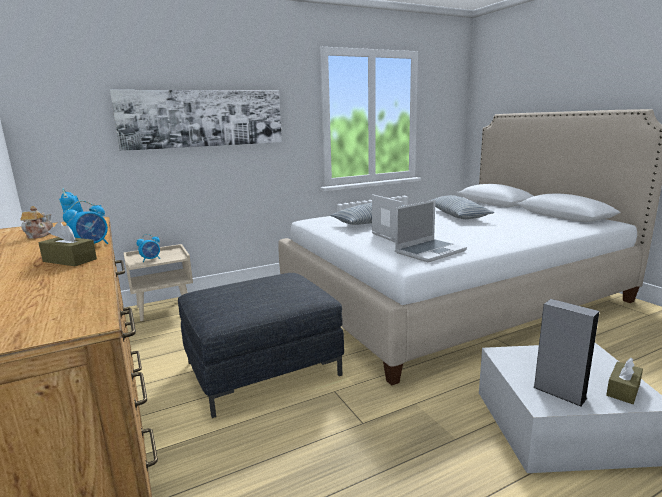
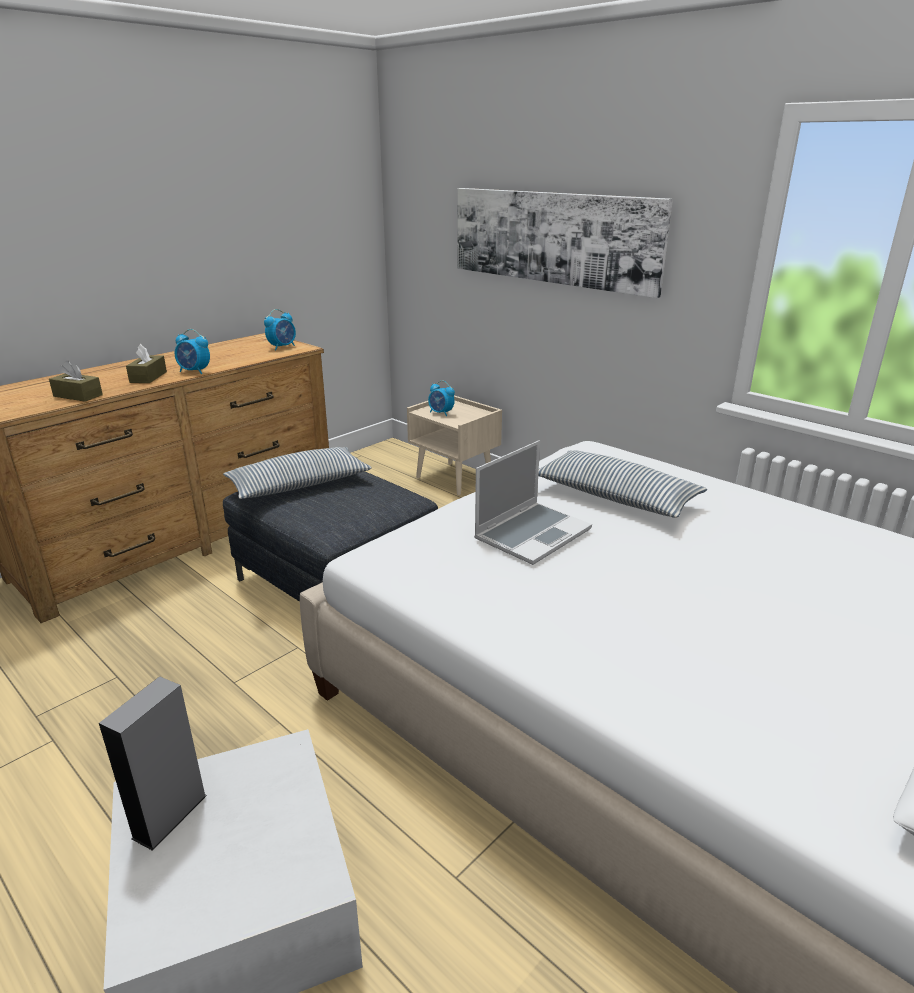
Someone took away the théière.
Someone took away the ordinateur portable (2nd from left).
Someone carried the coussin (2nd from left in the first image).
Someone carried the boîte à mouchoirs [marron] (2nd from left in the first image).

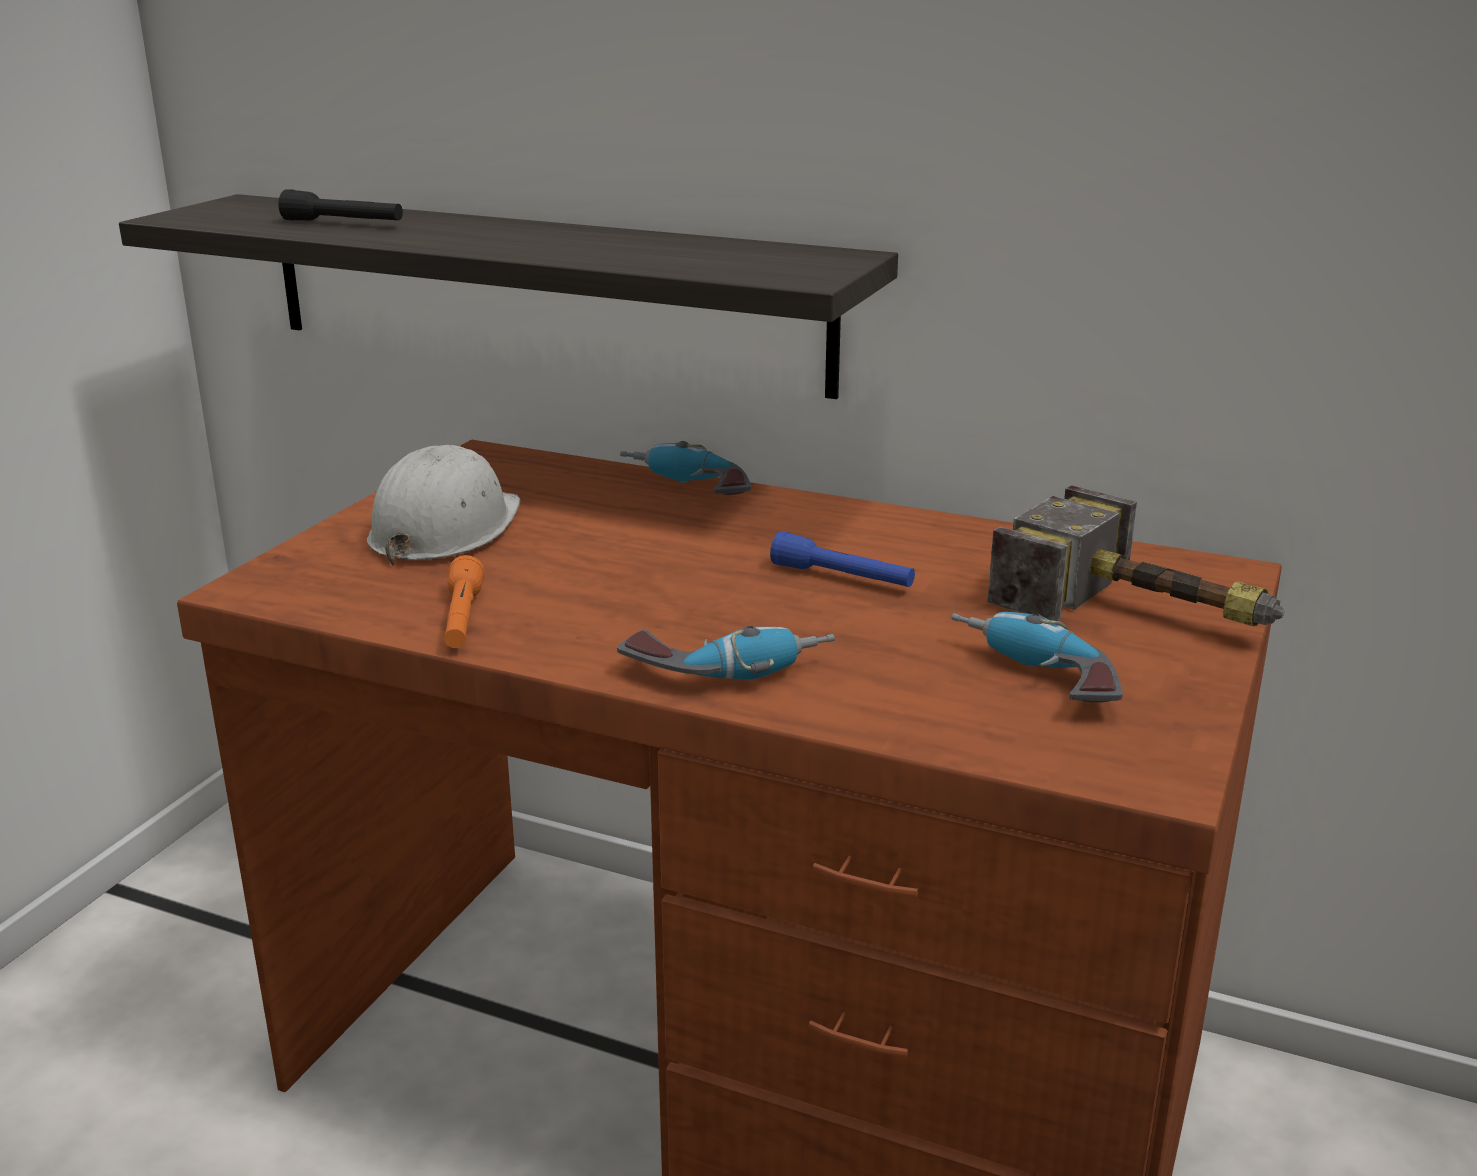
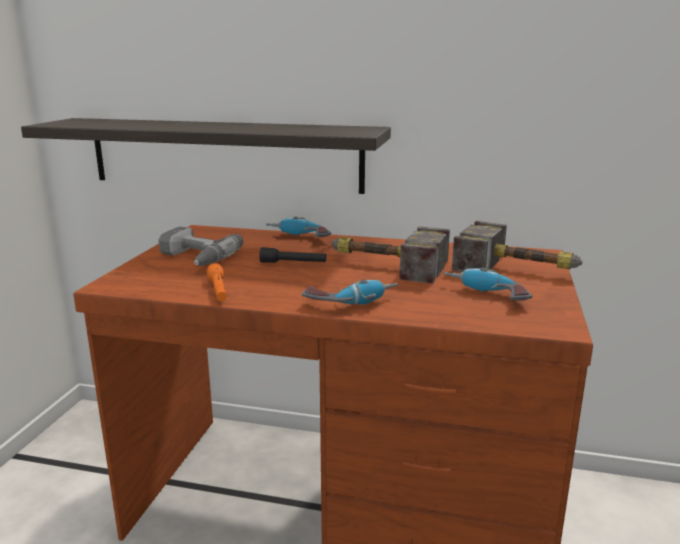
Someone carried the lampe de poche [noir].
Someone swapped the casque de chantier [blanc] for the perceuse (1st from left).
Someone swapped the lampe de poche [bleu] for the marteau (1st from left).

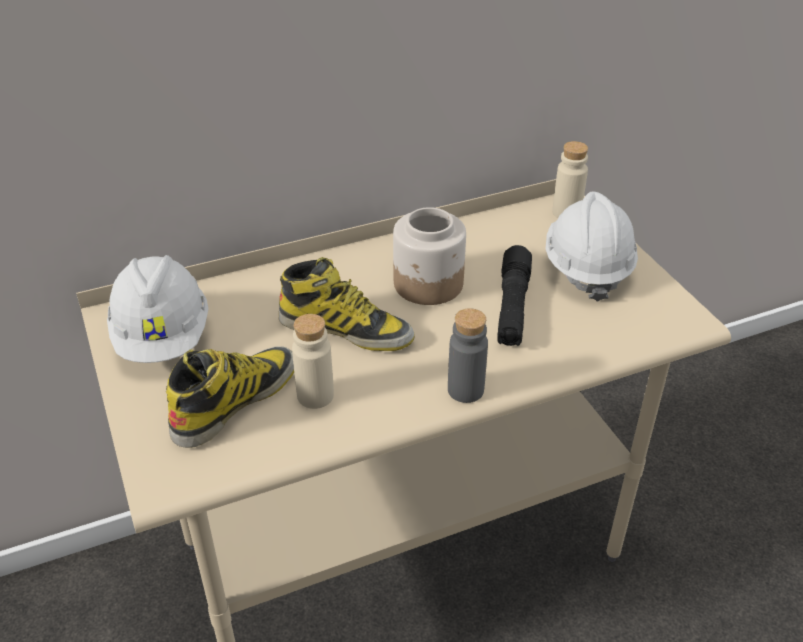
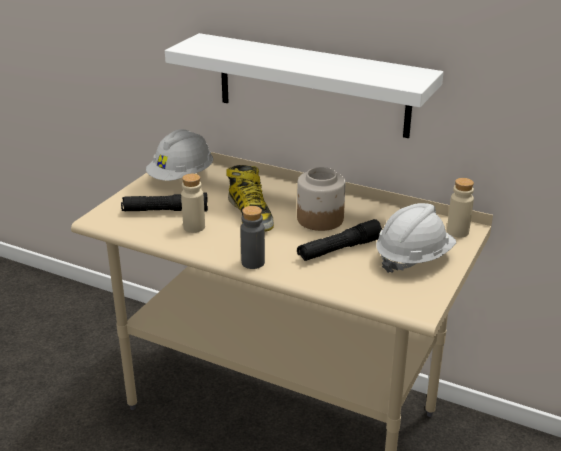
Someone put up the étagère [blanc].
Someone swapped the botte (1st from left) for the lampe de poche [noir] (1st from left).

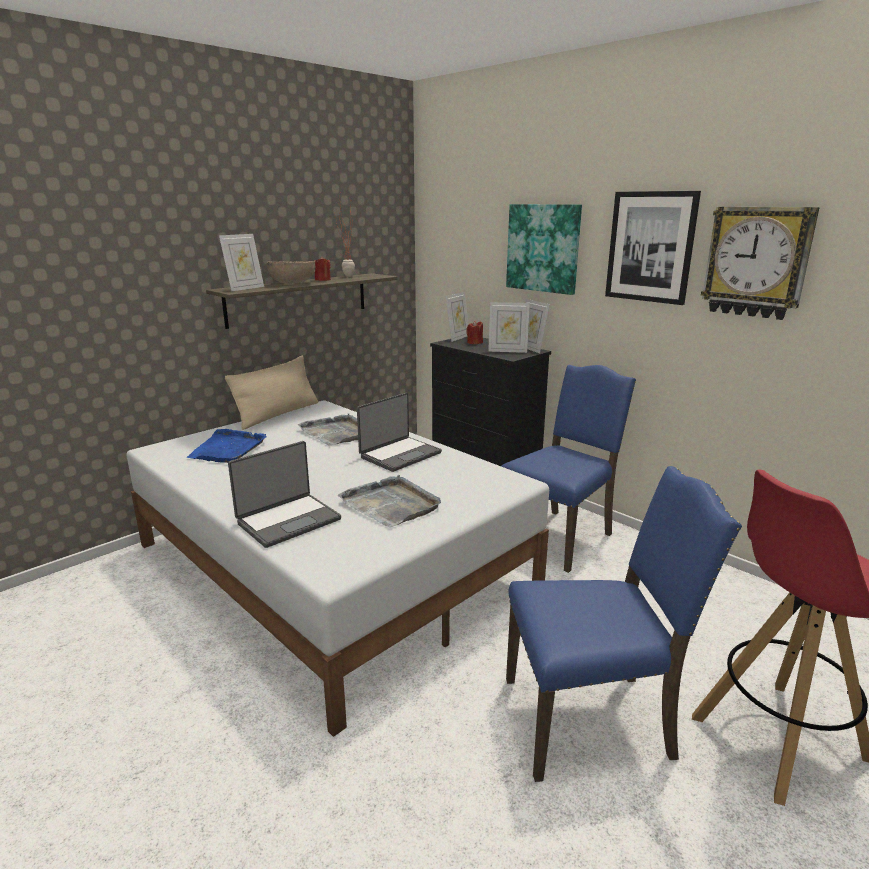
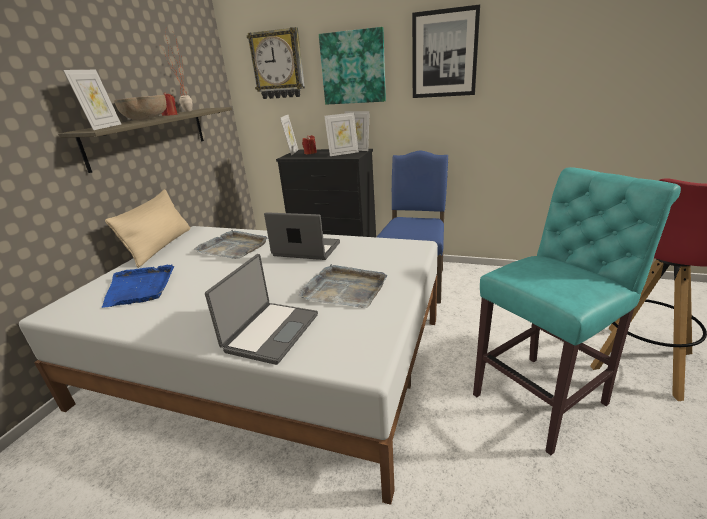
Someone carried the horloge murale.
Someone swapped the chaise [bleu] (2nd from left) for the tabouret [turquoise].
Someone rotated the ordinateur portable (2nd from left) by 90 degrees counterclockwise.

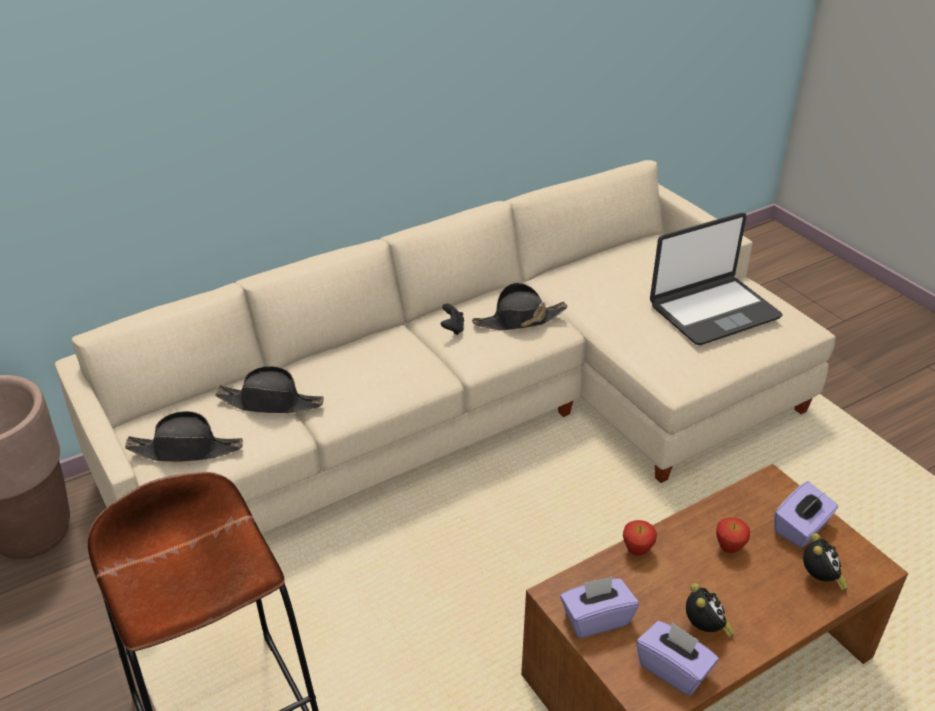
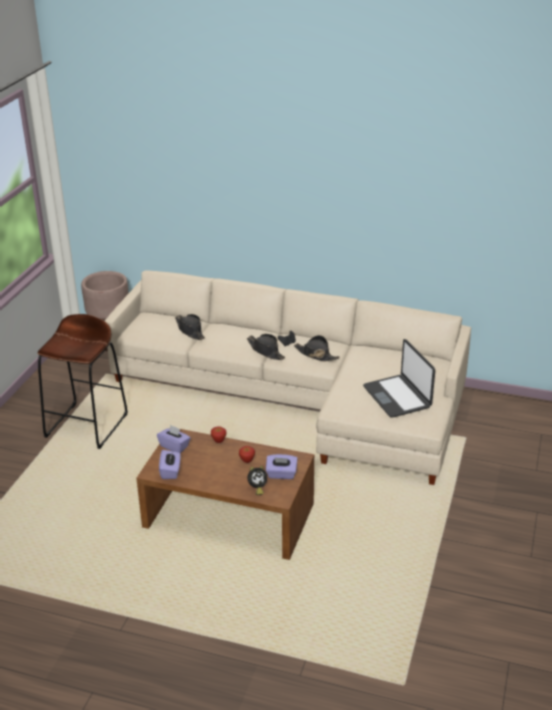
Someone took away the réveil (1st from left).
Someone carried the chapeau [noir] (1st from left in the first image).
Someone rotated the ordinateur portable by 45 degrees clockwise.

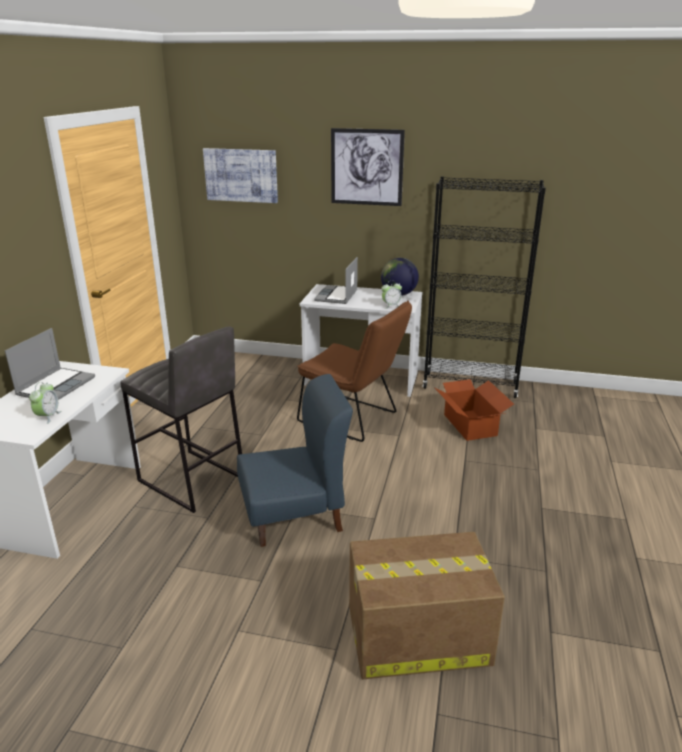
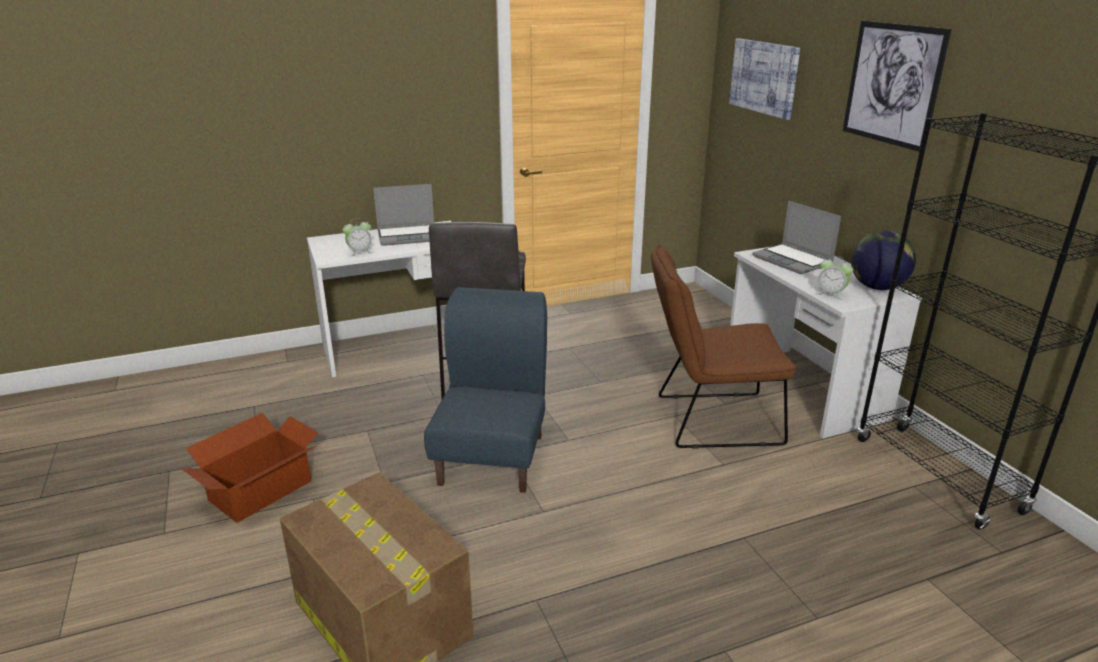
Someone carried the carton (2nd from left in the first image).
Someone rotated the chaise [bleu] by 120 degrees counterclockwise.
Someone rotated the chaise [marron] by 90 degrees clockwise.
Someone rotated the ordinateur portable (2nd from left) by 105 degrees counterclockwise.

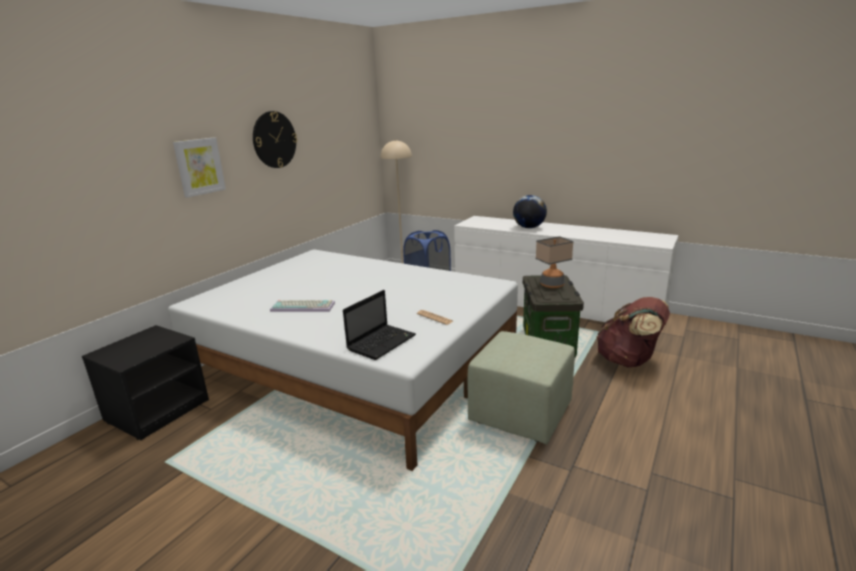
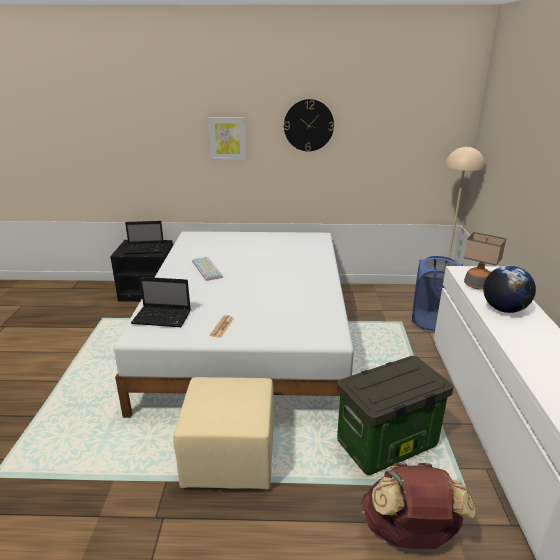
Someone put down the ordinateur portable (1st from left).
Someone carried the lampe de table.
Someone repainted the pouf [vert], which became the pouf [beige].

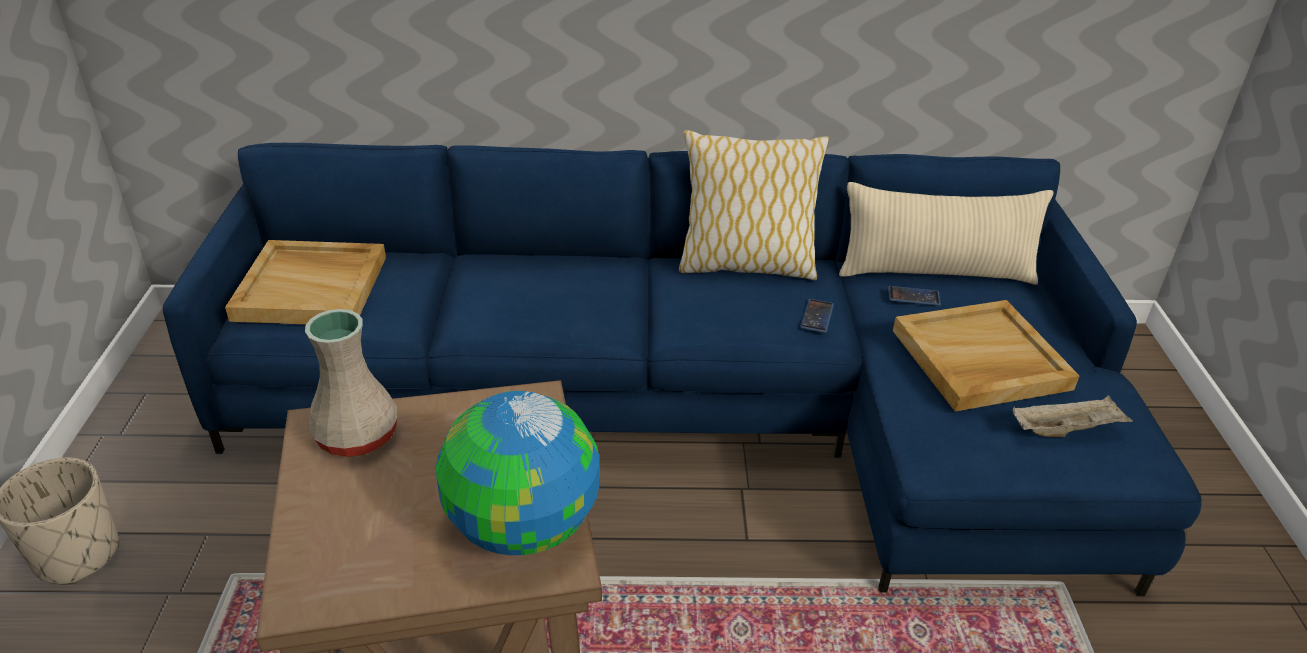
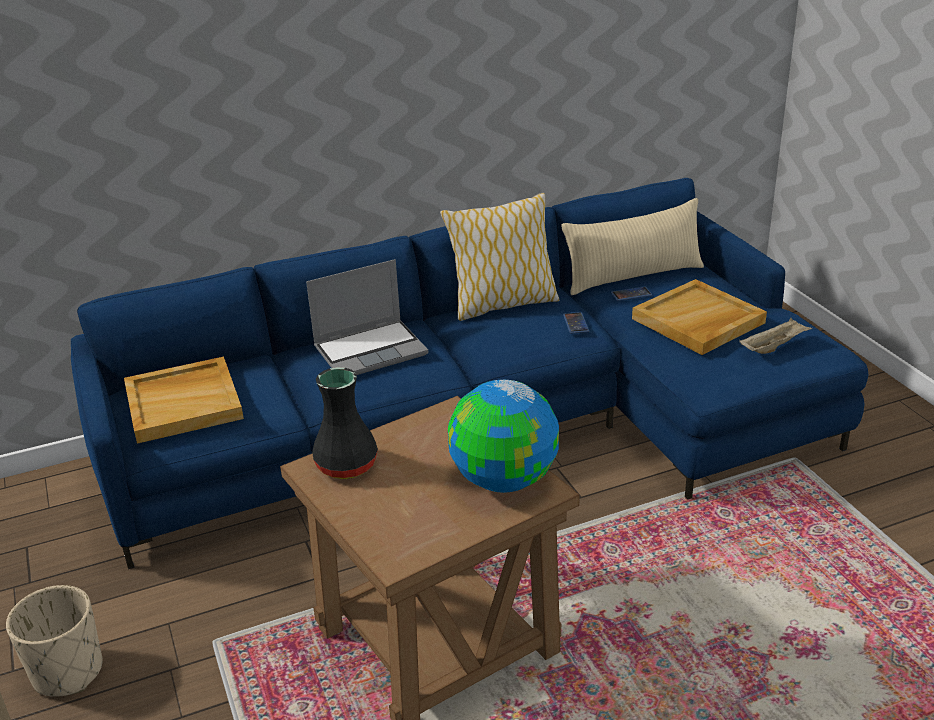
Someone put down the ordinateur portable.
Someone repainted the vase [beige], which became the vase [noir].

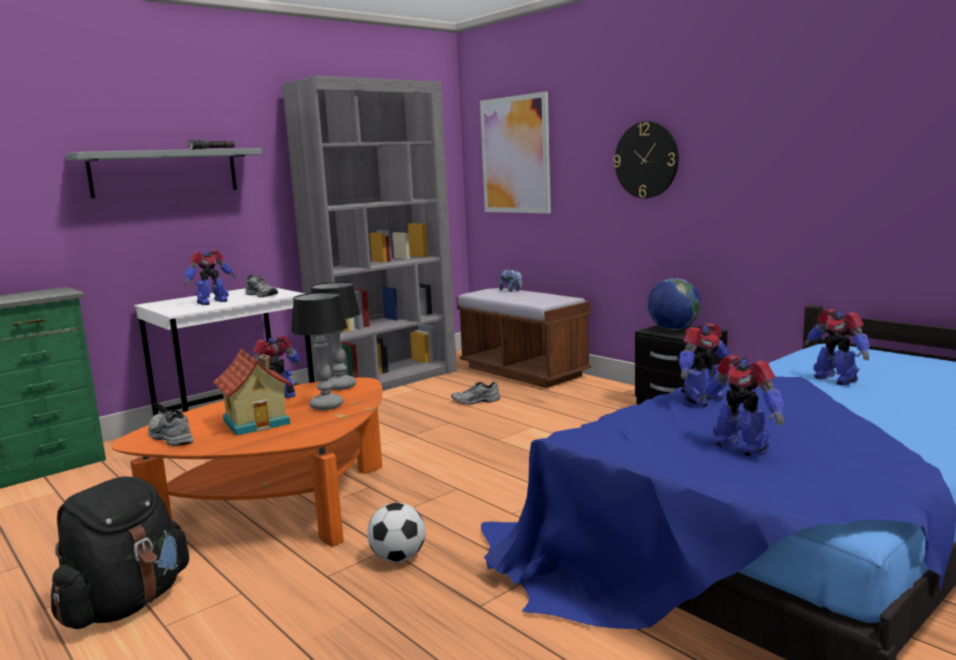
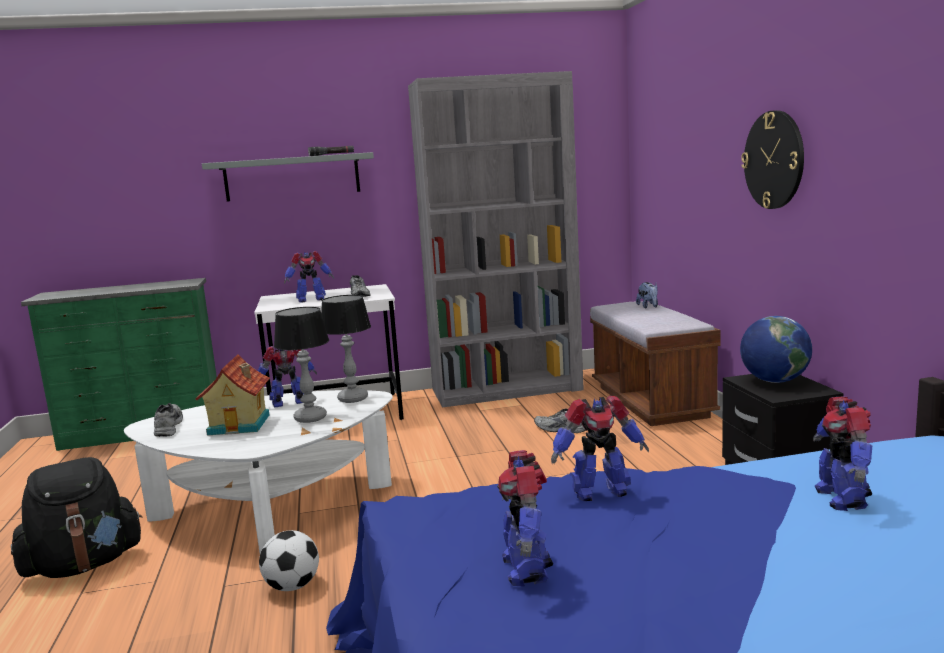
Someone took away the tableau.
Someone repainted the table basse [orange], which became the table basse [blanc].

